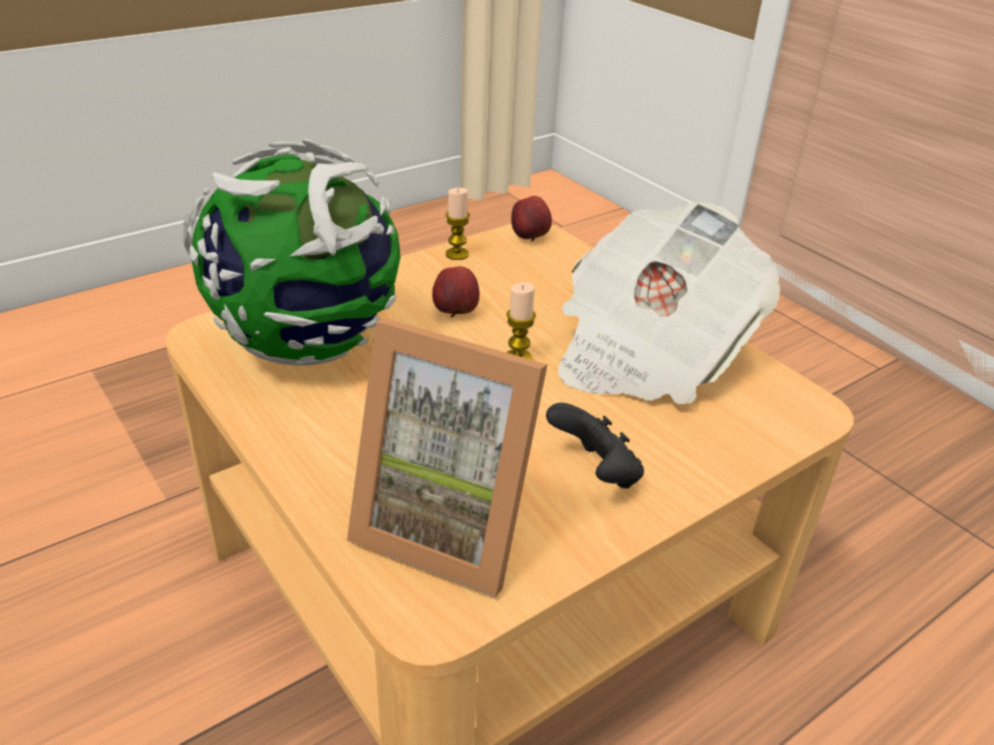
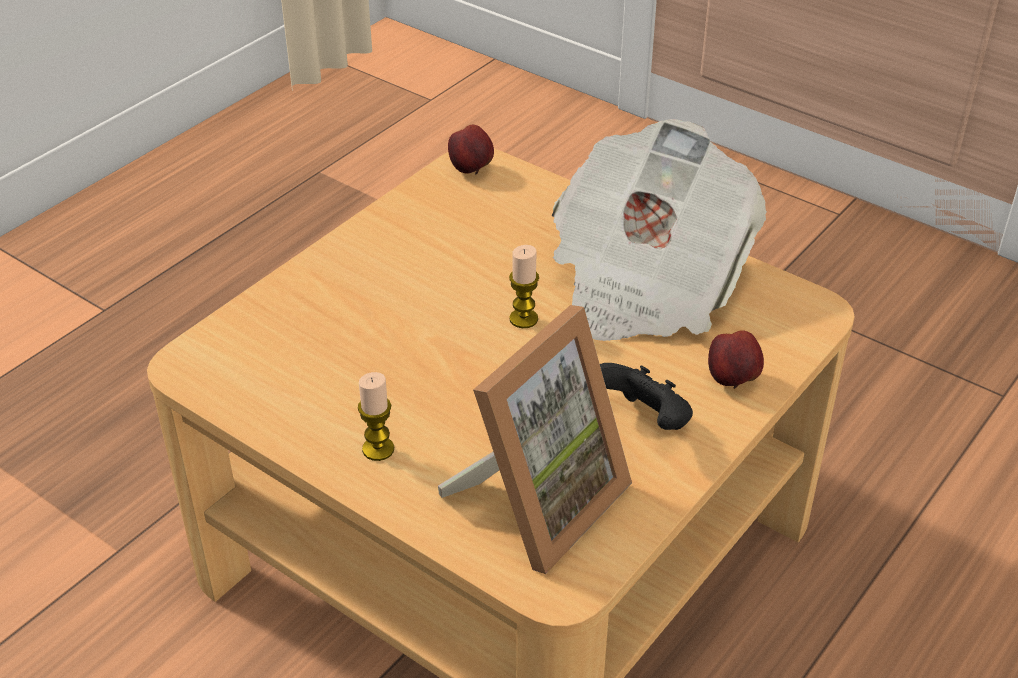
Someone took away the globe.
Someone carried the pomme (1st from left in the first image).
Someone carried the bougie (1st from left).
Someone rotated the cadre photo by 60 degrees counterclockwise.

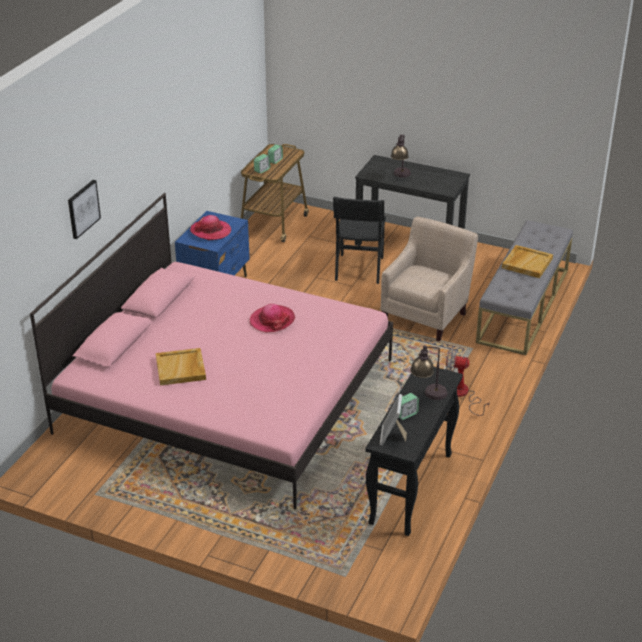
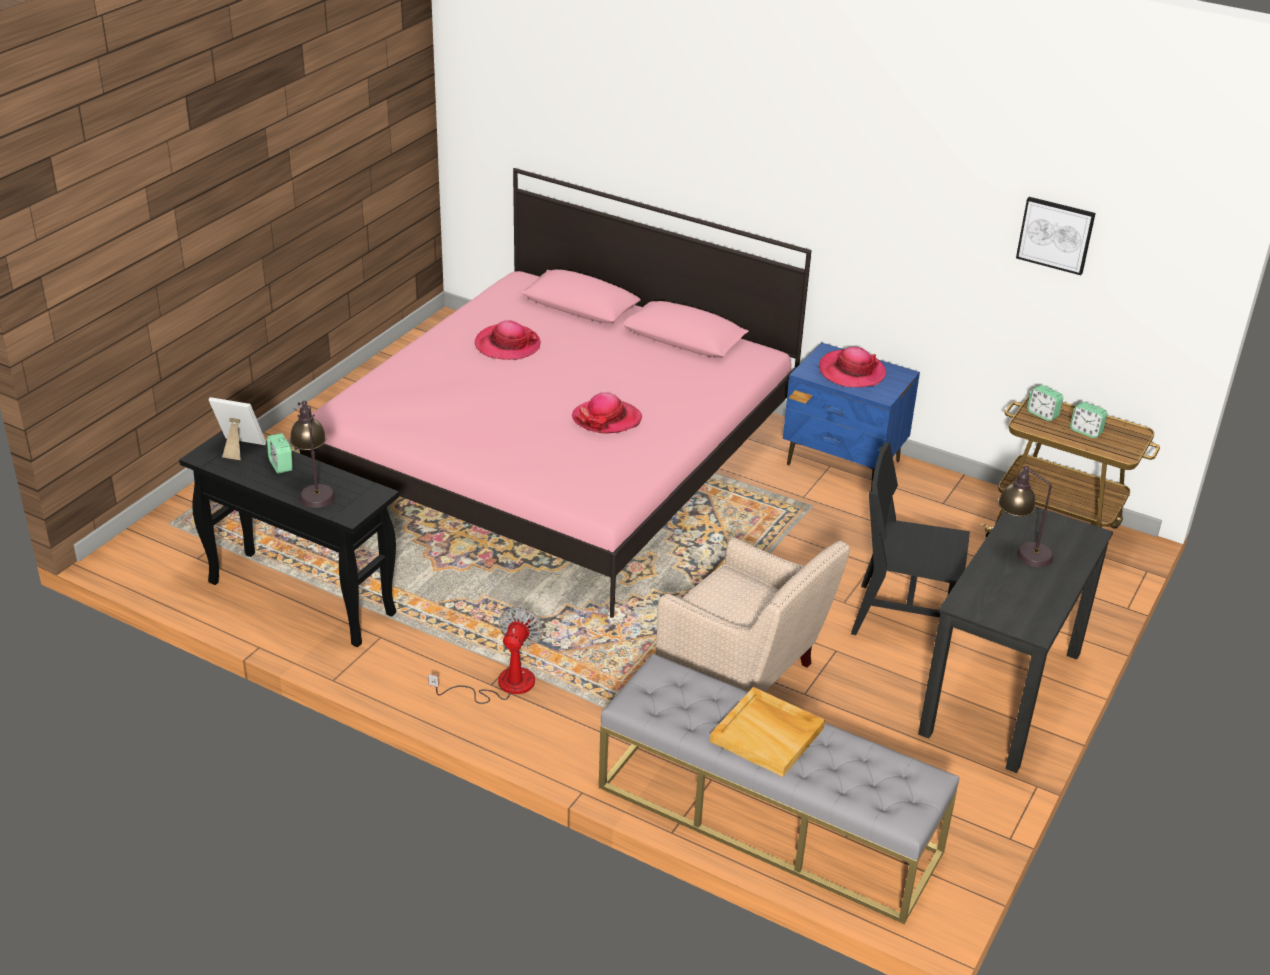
Someone carried the tableau.
Someone swapped the plateau [beige] (1st from left) for the chapeau (1st from left).

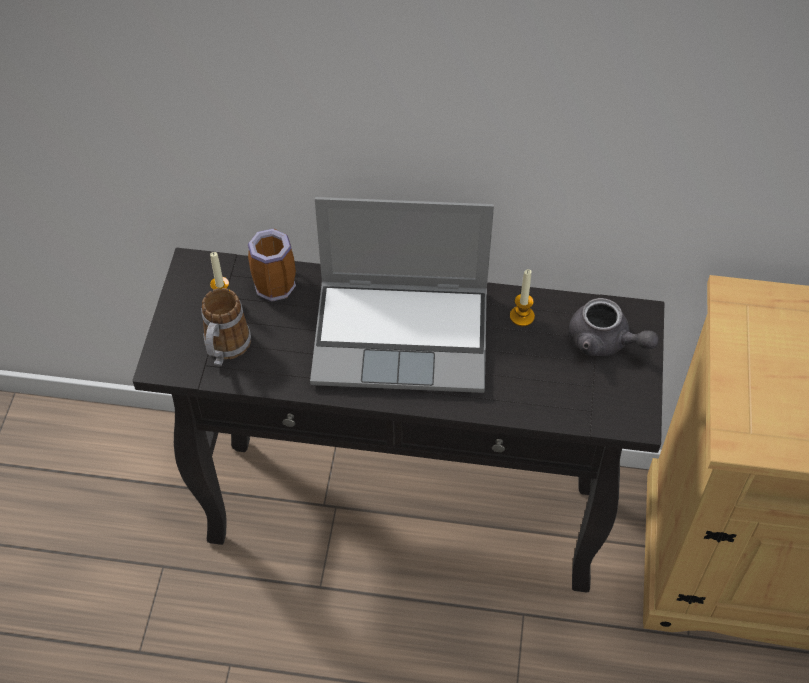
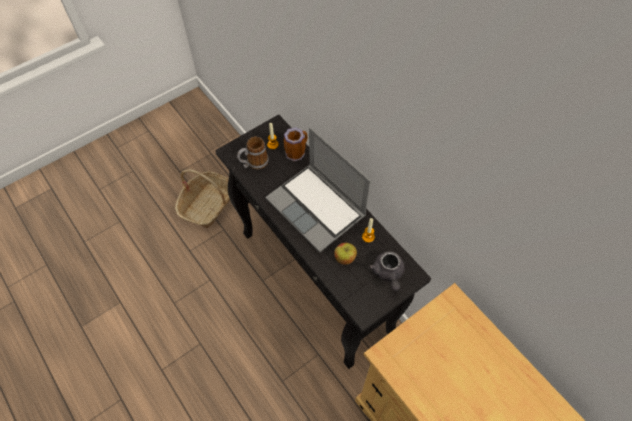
Someone put down the panier.
Someone put down the pomme.

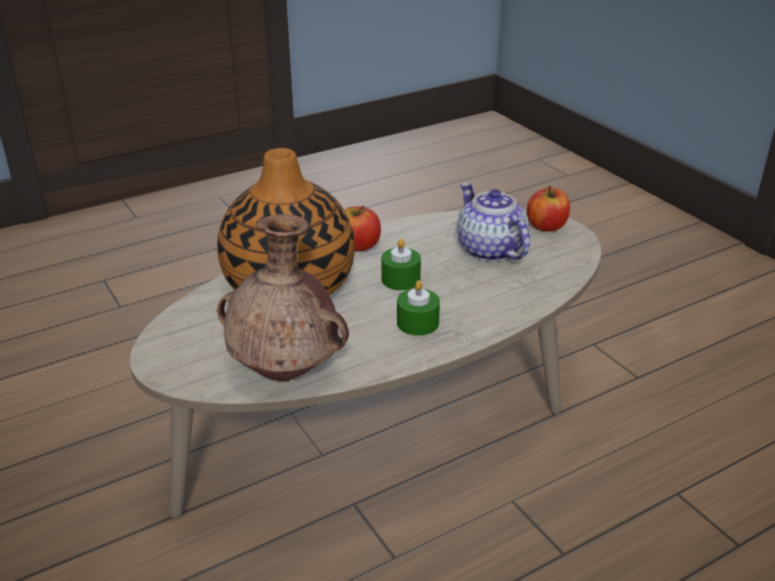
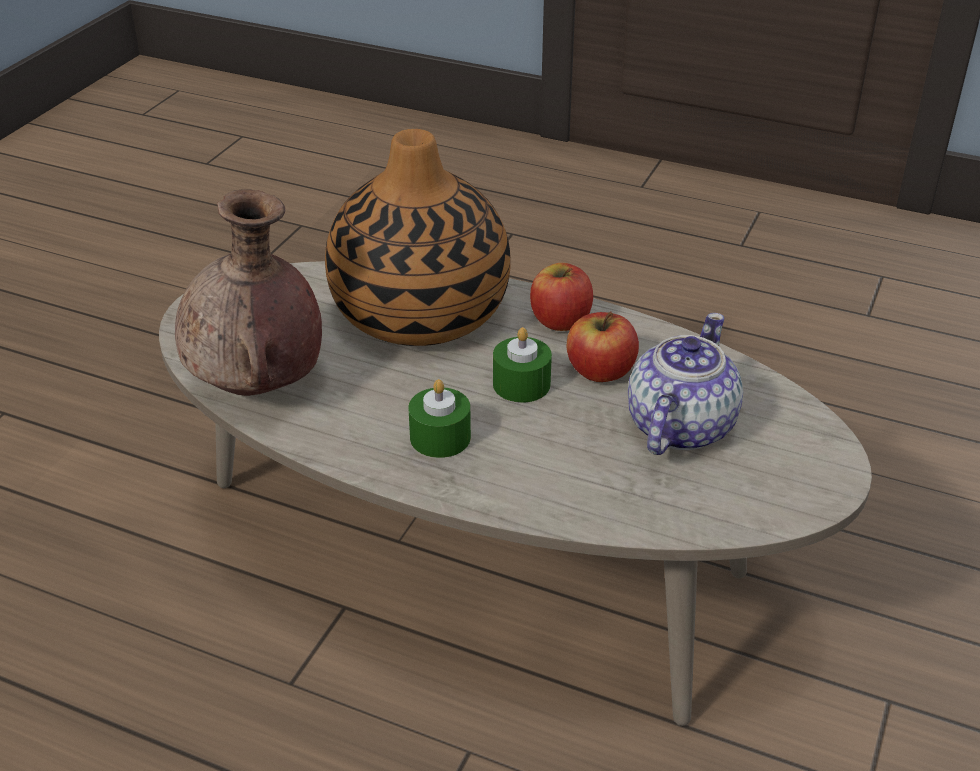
Someone carried the pomme (2nd from left).

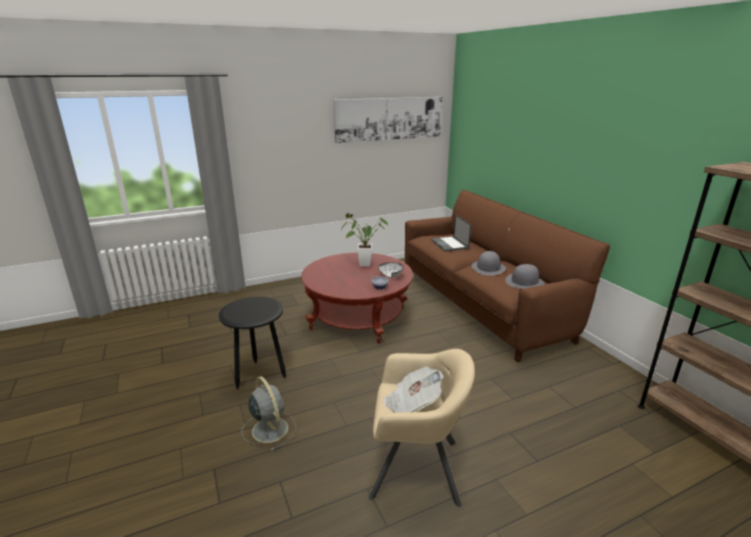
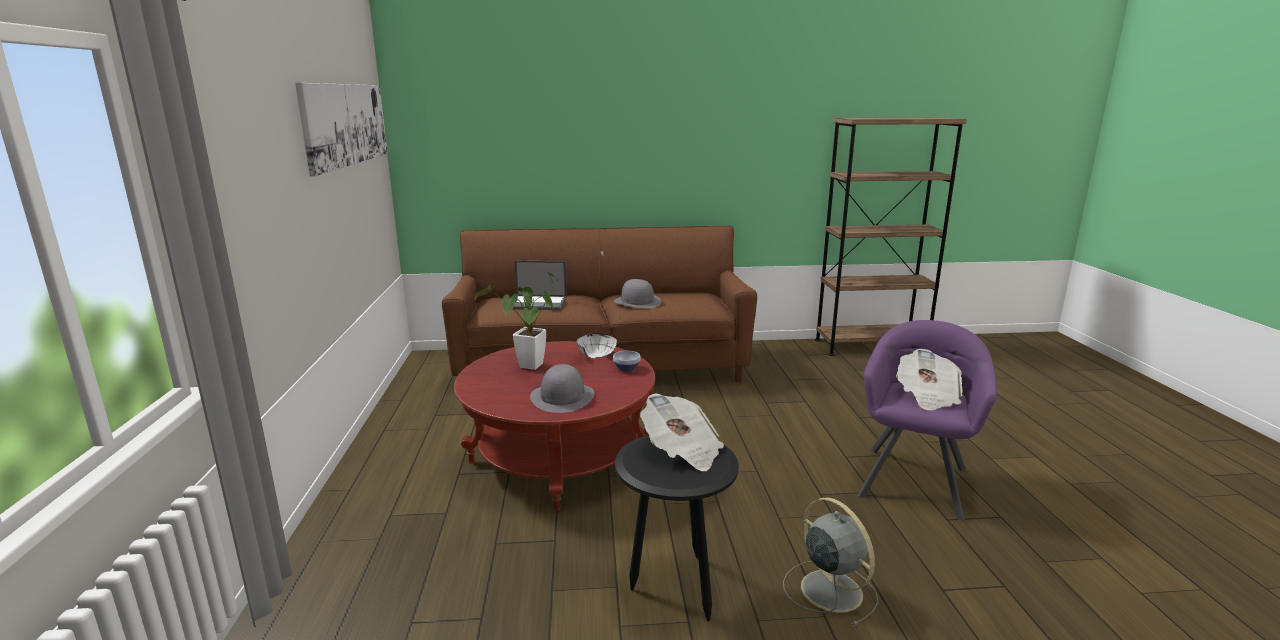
Someone put down the journal (1st from left).
Someone carried the chapeau [gris] (2nd from left in the first image).
Someone repainted the fauteuil [beige], which became the fauteuil [violet].
Someone rotated the ventilateur [gris] by 75 degrees clockwise.

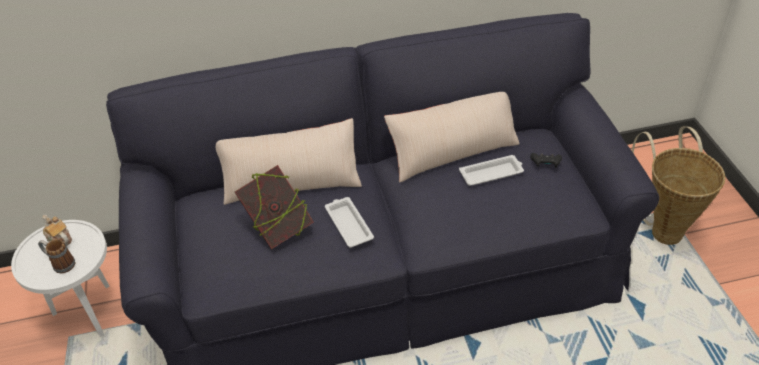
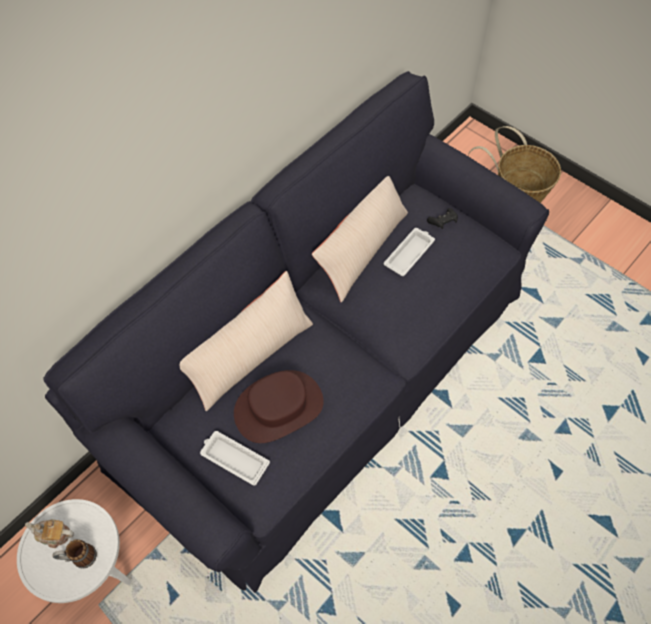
Someone carried the plateau [blanc] (1st from left).
Someone swapped the livre for the chapeau [marron].

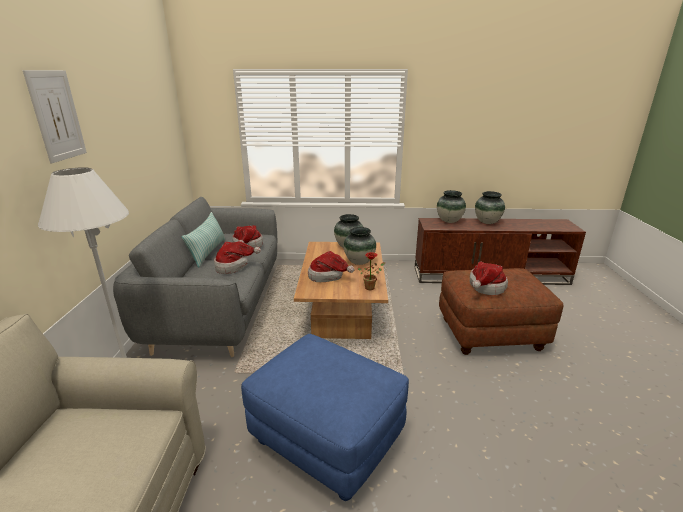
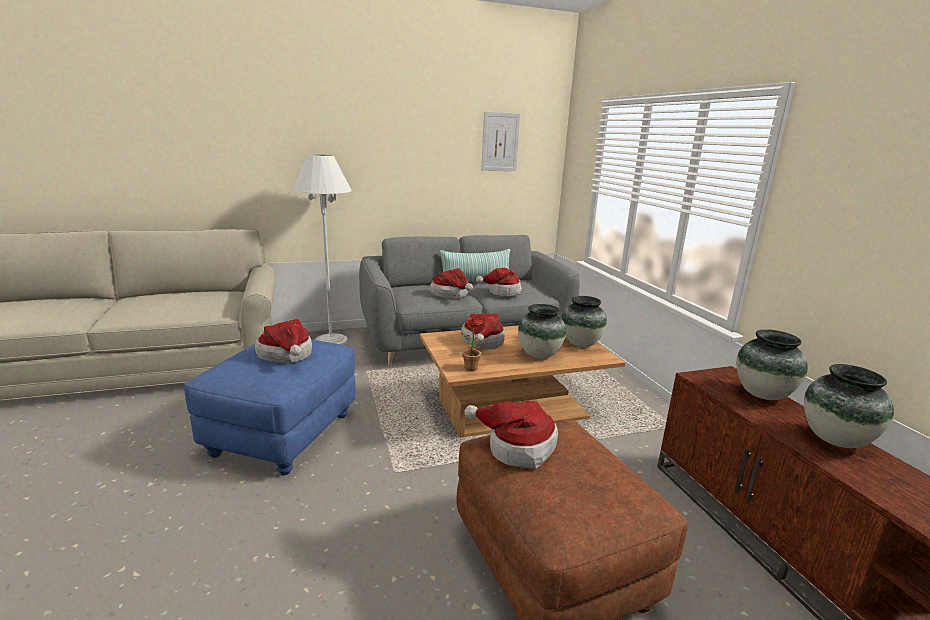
Someone put down the chapeau (1st from left).
Someone carried the tableau.

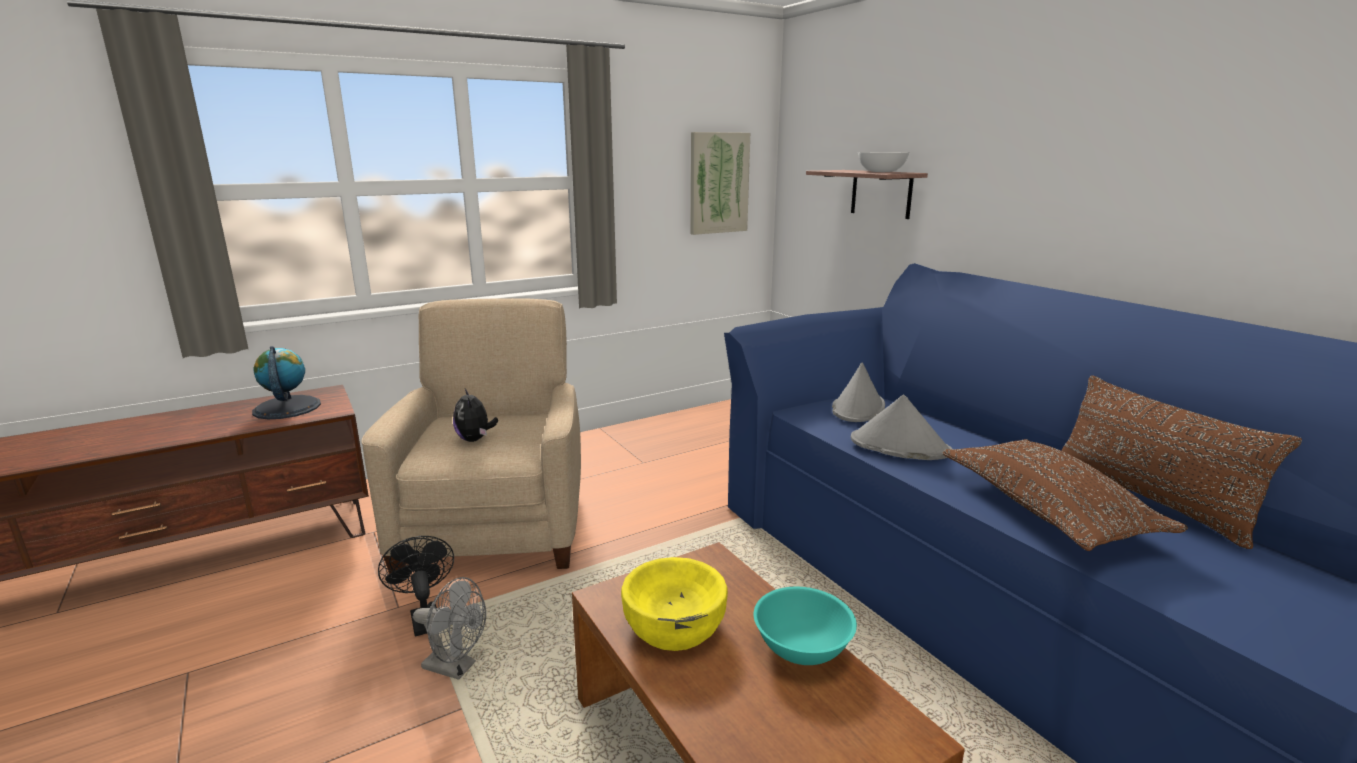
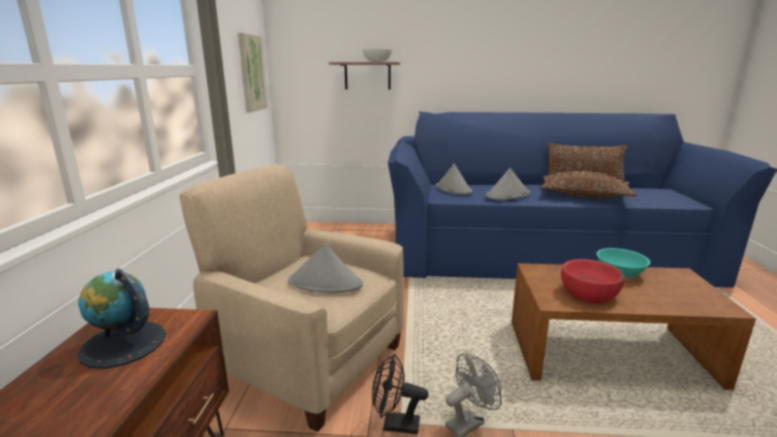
Someone swapped the peluche for the chapeau [gris] (1st from left).
Someone repainted the bol [jaune], which became the bol [rouge].

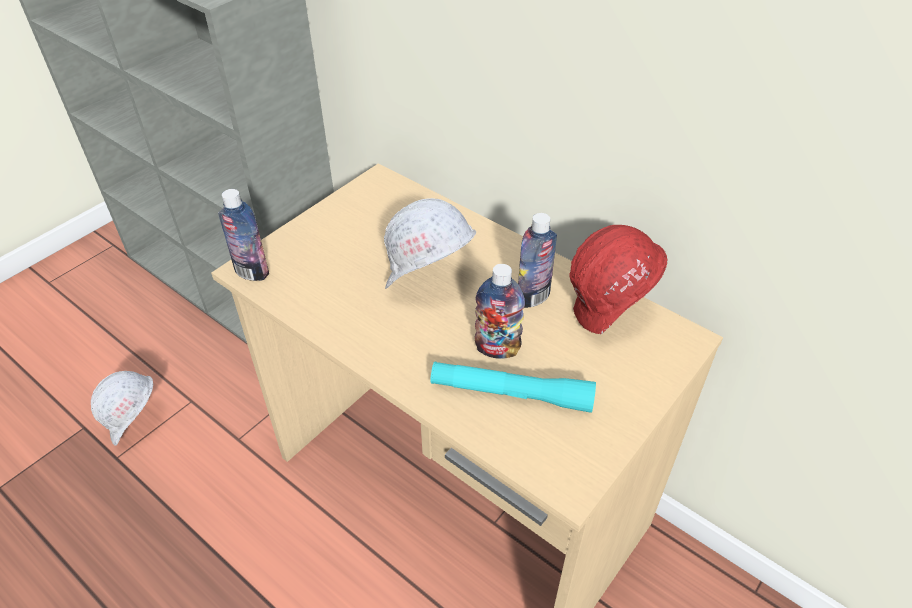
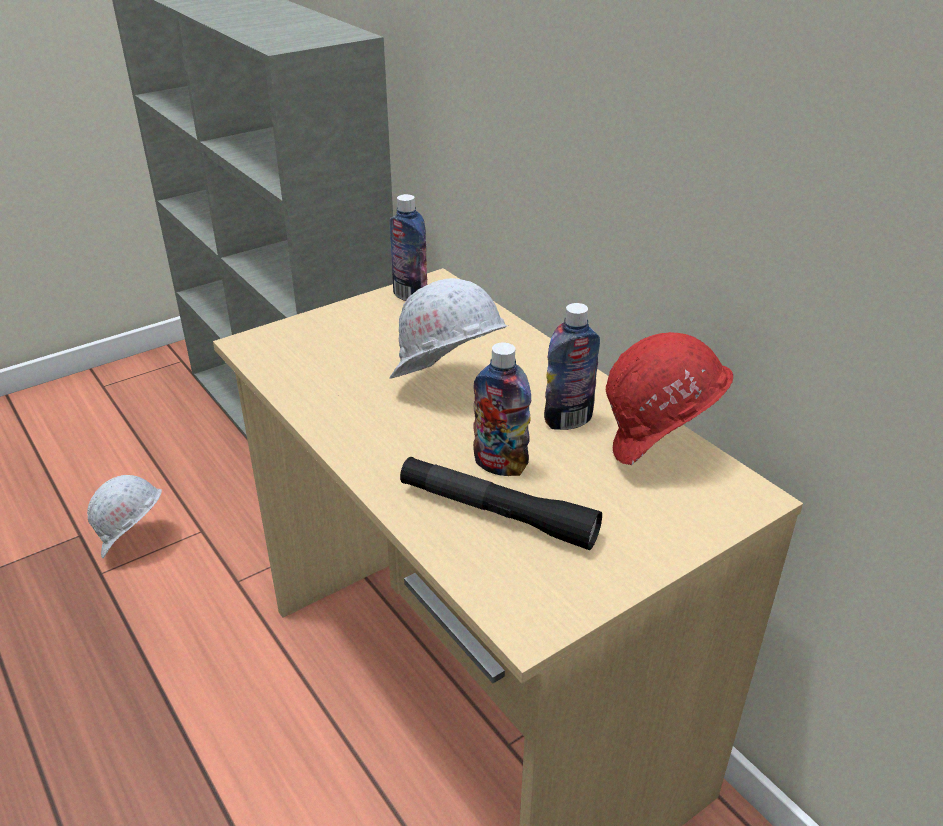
Someone carried the bouteille (1st from left).
Someone repainted the lampe de poche [turquoise], which became the lampe de poche [noir].

